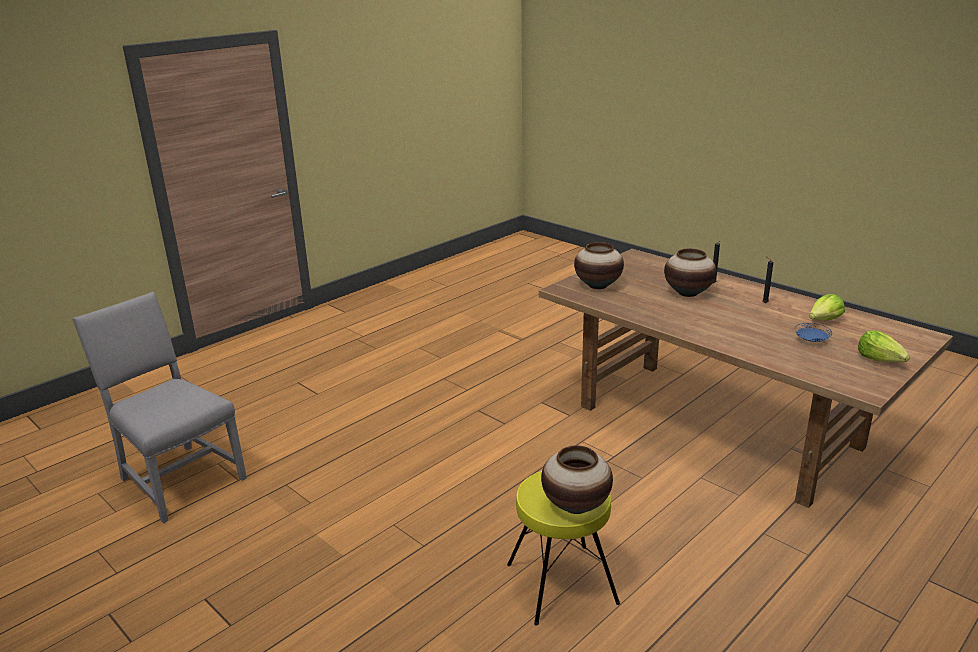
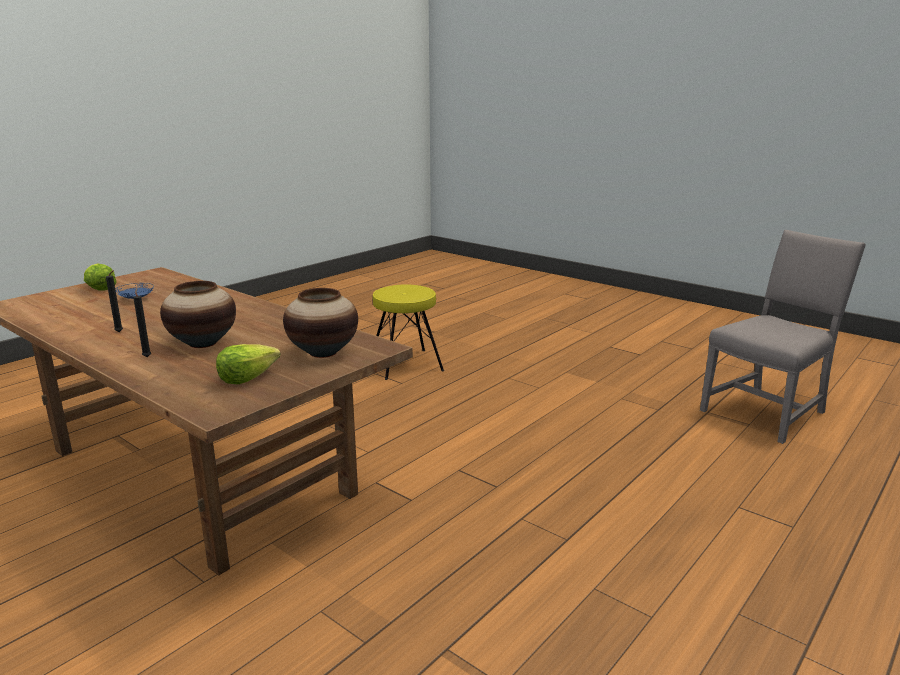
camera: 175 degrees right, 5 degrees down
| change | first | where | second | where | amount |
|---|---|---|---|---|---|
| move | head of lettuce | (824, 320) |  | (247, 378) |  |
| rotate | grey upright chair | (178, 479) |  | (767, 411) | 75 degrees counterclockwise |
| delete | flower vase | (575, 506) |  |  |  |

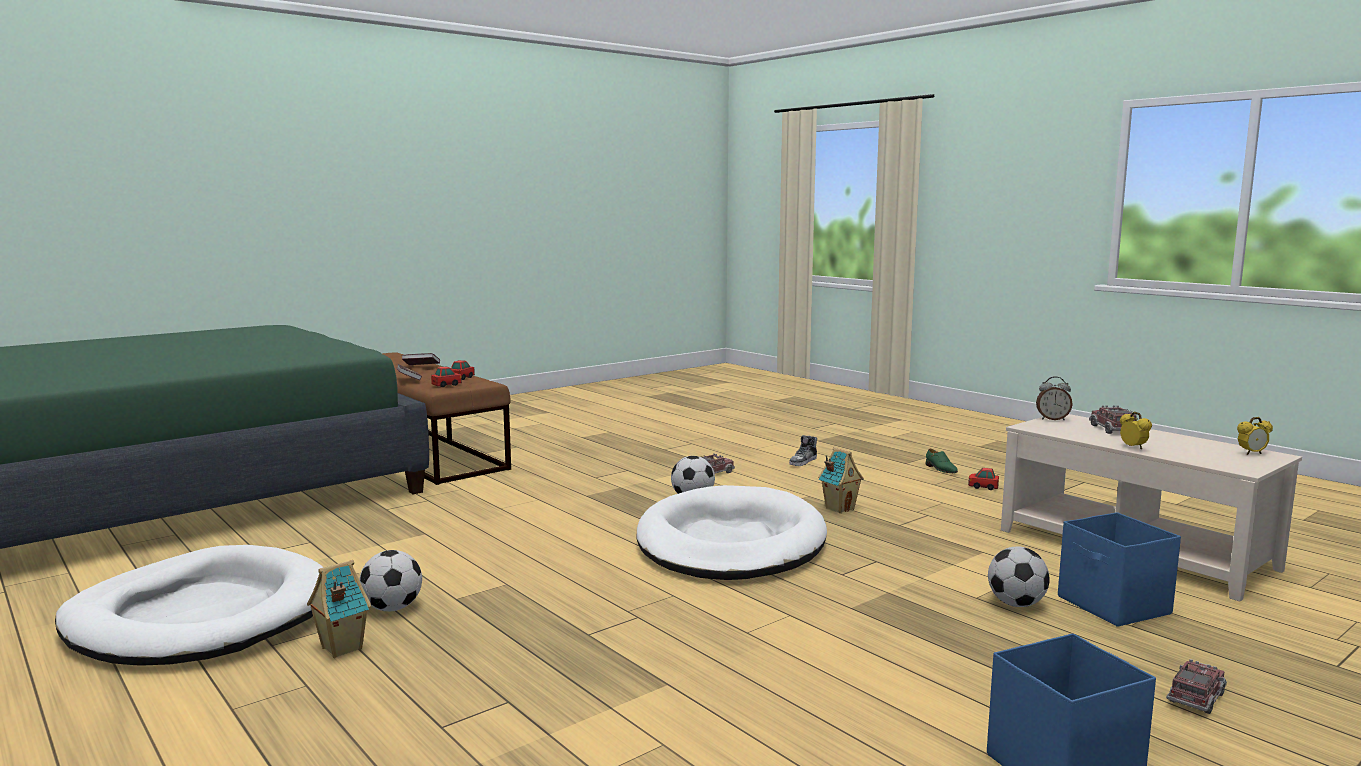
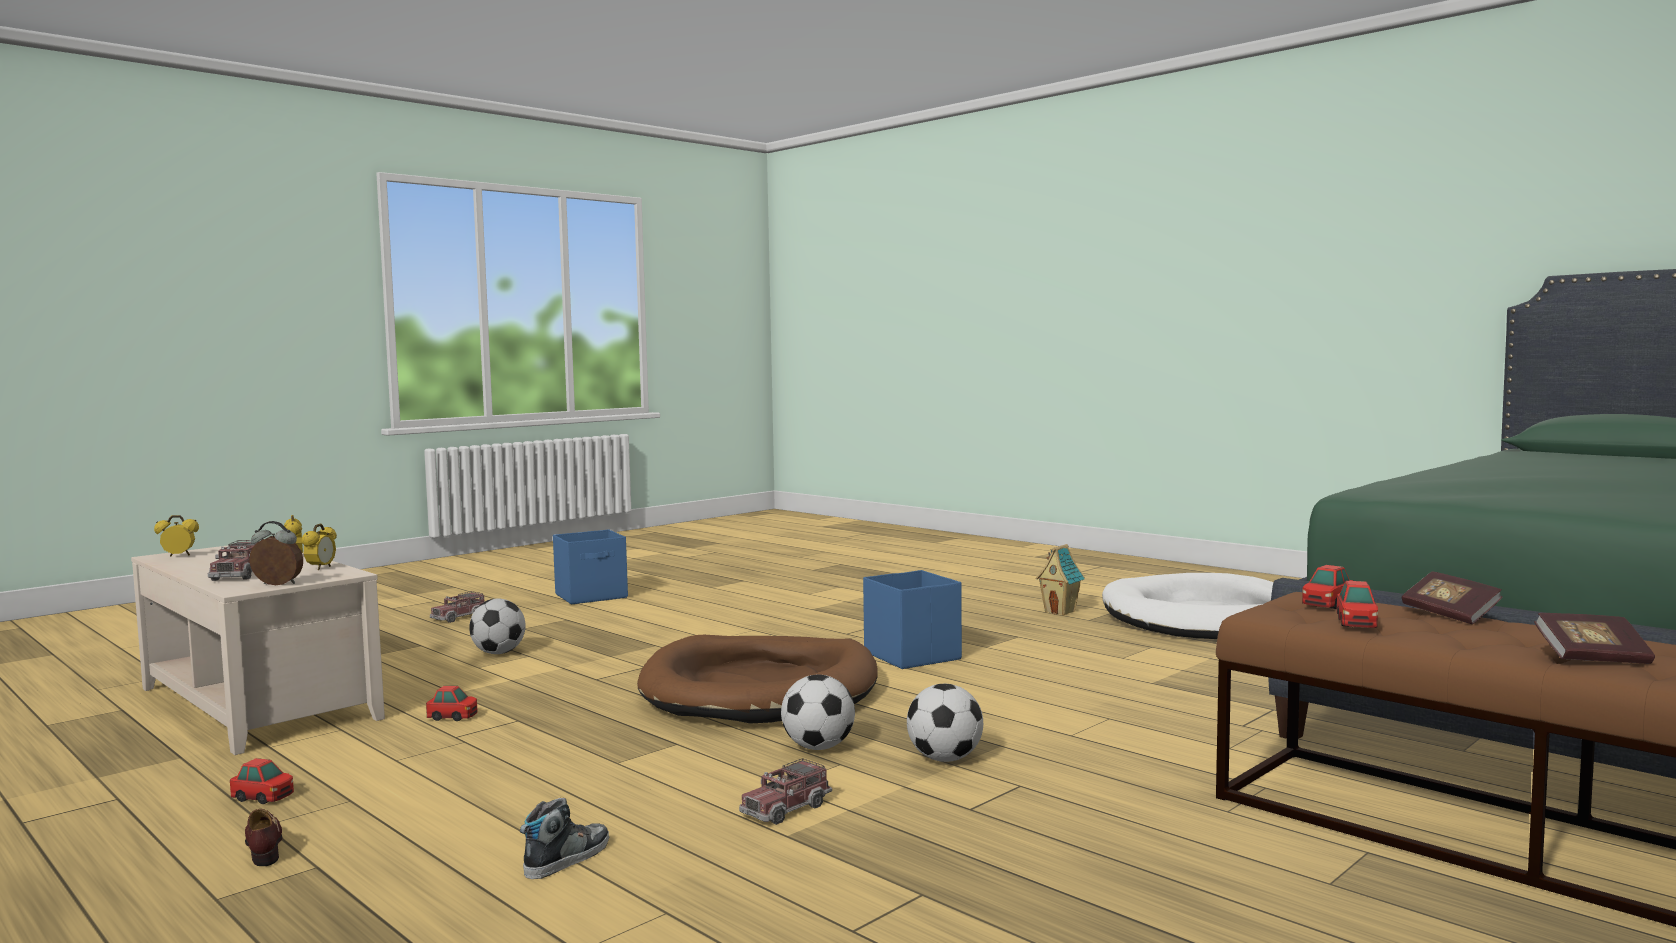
camera: 175 degrees right, 5 degrees down
| change | first | where | second | where | amount |
|---|---|---|---|---|---|
| recolor | green-coloured item of footwear | (940, 469) | brown-coloured item of footwear | (264, 847) |  |
| insert |  |  | table clock | (321, 568) |  |
| insert |  |  | model car | (453, 717) |  |
| recolor | white dog cushion | (731, 543) | brown-coloured dog cushion | (760, 689) |  |
| move | bluish storage box | (1114, 606) |  | (912, 655) |  |
| move | football ball | (392, 608) |  | (945, 759) |  |
| delete | model house | (839, 508) |  |  |  |

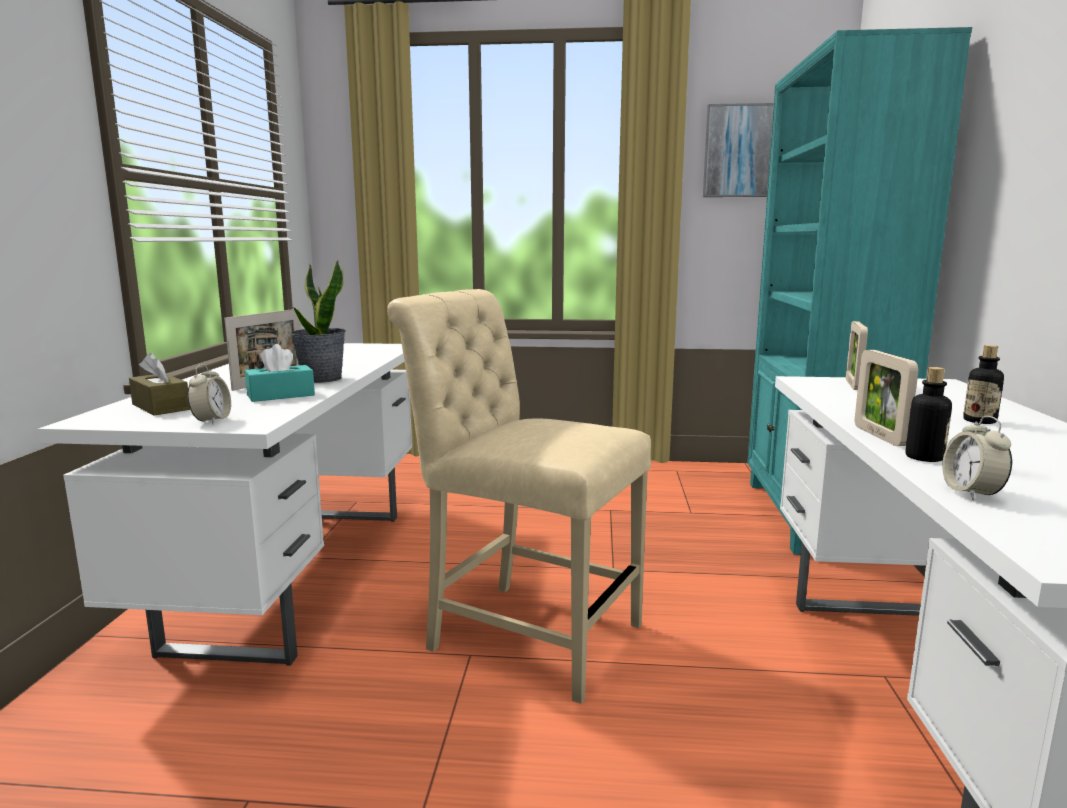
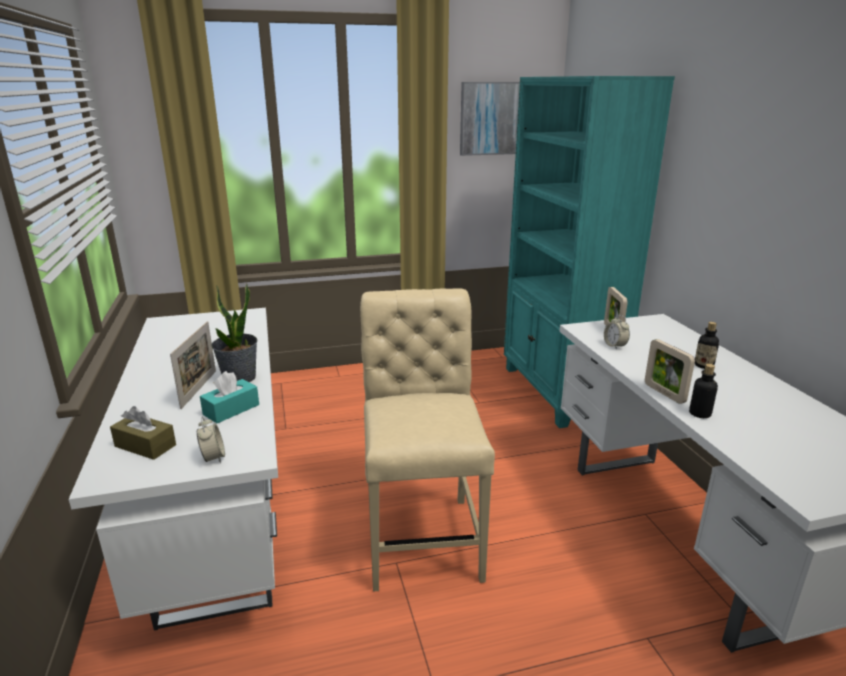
camera: 20 degrees left, 10 degrees up
| change | first | where | second | where | amount |
|---|---|---|---|---|---|
| rotate | beige-coloured upright chair | (525, 632) |  | (423, 534) | 75 degrees clockwise |
| move | table clock | (971, 493) |  | (614, 346) |  |

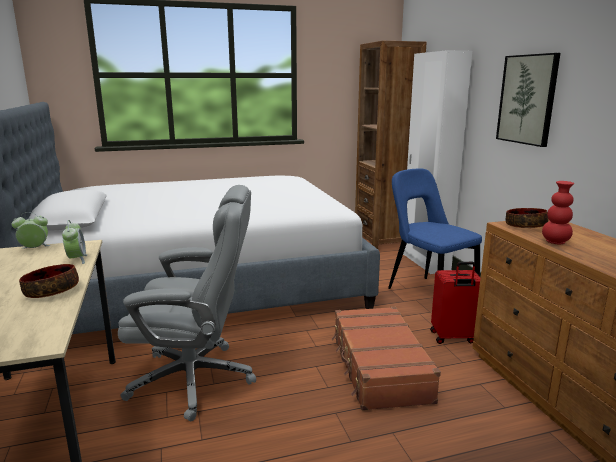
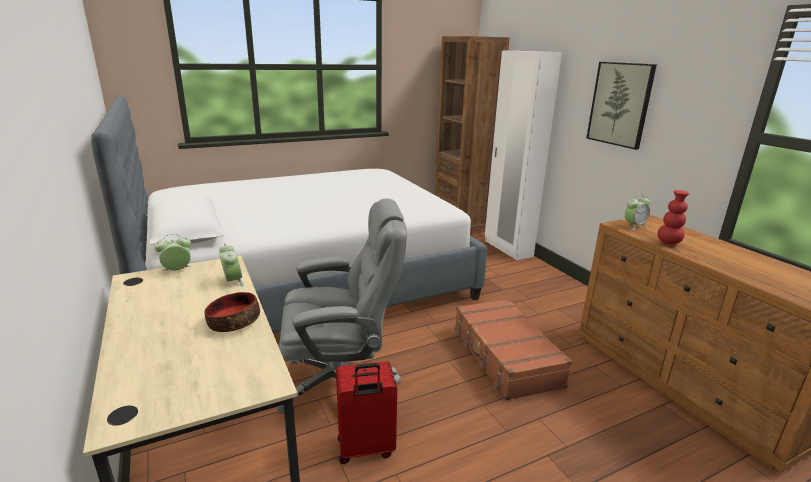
camera: 10 degrees left, 5 degrees up
| change | first | where | second | where | amount |
|---|---|---|---|---|---|
| move | reddish piece of luggage | (453, 337) |  | (365, 449) |  |
| replace | bowl | (525, 226) | table clock | (634, 226) |  |
| delete | bluish upright chair | (428, 293) |  |  |  |

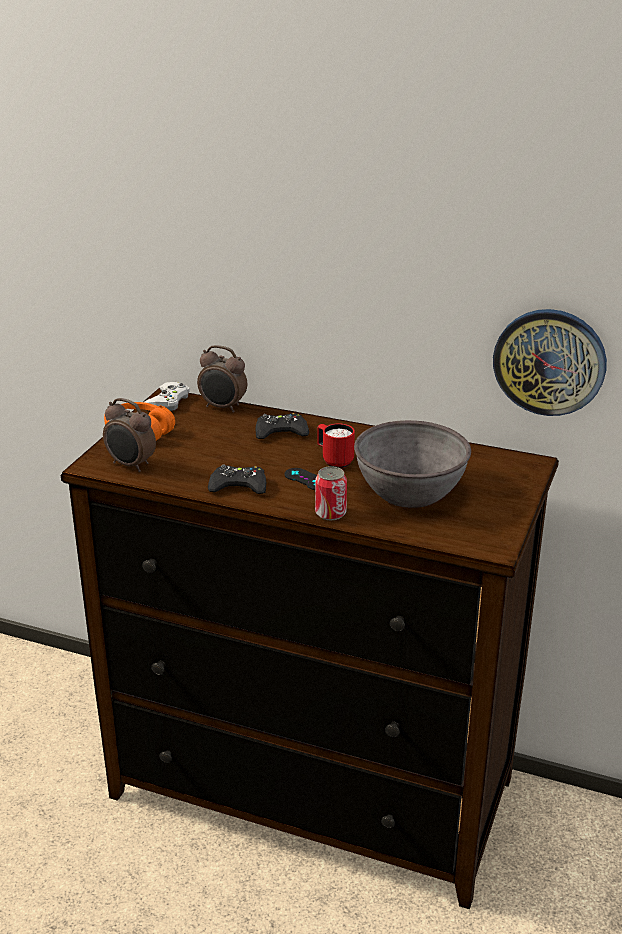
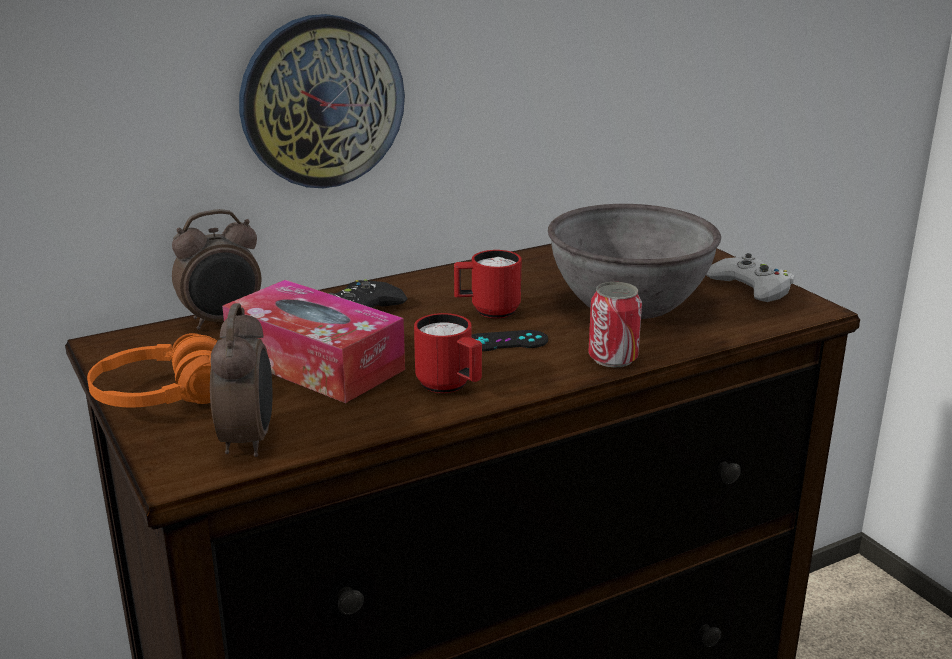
camera: 50 degrees left, 5 degrees down
| change | first | where | second | where | amount |
|---|---|---|---|---|---|
| rotate | table clock | (131, 465) |  | (249, 440) | 75 degrees counterclockwise |
| insert |  |  | tissue box | (315, 363) |  |
| move | hanging clock | (549, 361) |  | (322, 102) |  |
| replace | black gamepad | (238, 486) | reddish mug | (450, 386) |  |
| move | white gamepad | (167, 402) |  | (751, 287) |  |

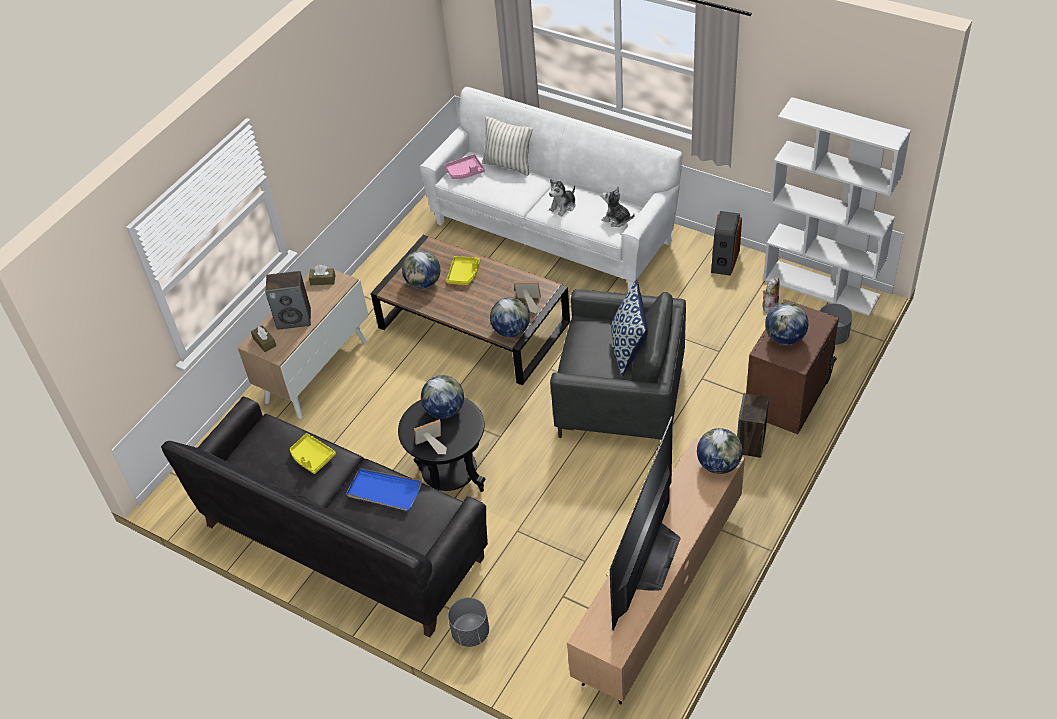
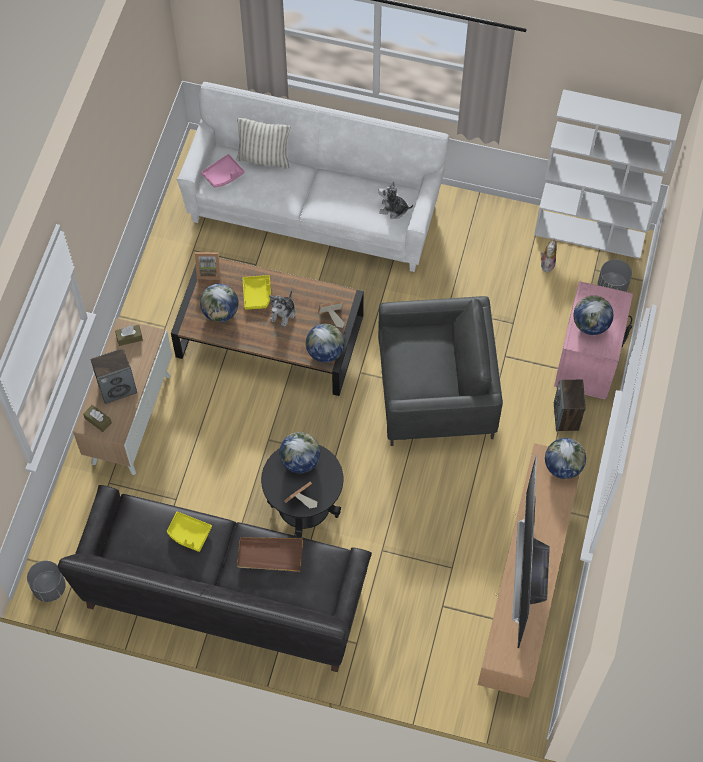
camera: 20 degrees left, 15 degrees up
| change | first | where | second | where | amount |
|---|---|---|---|---|---|
| move | grey planter | (470, 633) |  | (49, 587) |  |
| insert |  |  | standing frame | (208, 271) |  |
| recolor | bluish tray | (384, 491) | brown-coloured tray | (270, 555) |  |
| move | soft toy | (563, 206) |  | (283, 313) |  |
| recolor | brown-coloured night table | (788, 398) | pink-coloured night table | (588, 362) |  |
| delete | cushion | (629, 350) |  |  |  |
| delete | loudspeaker | (724, 260) |  |  |  |

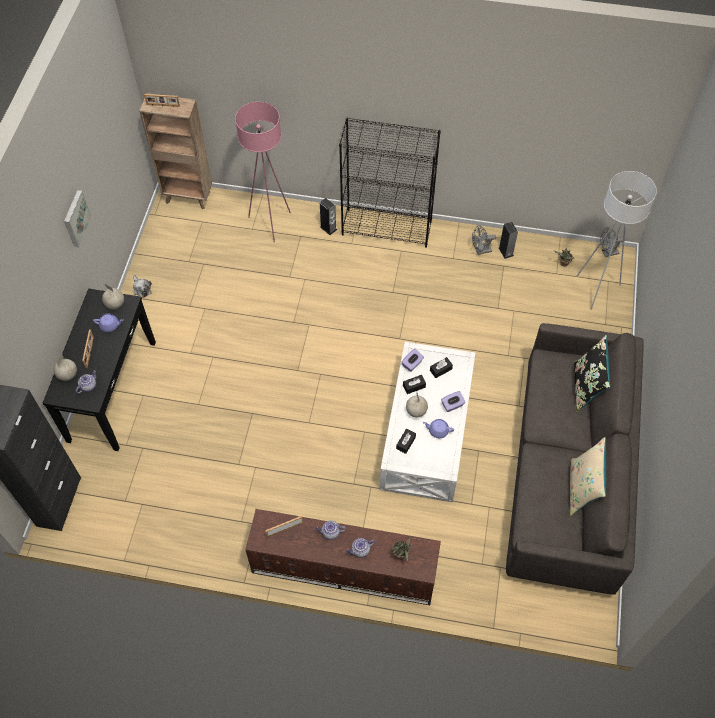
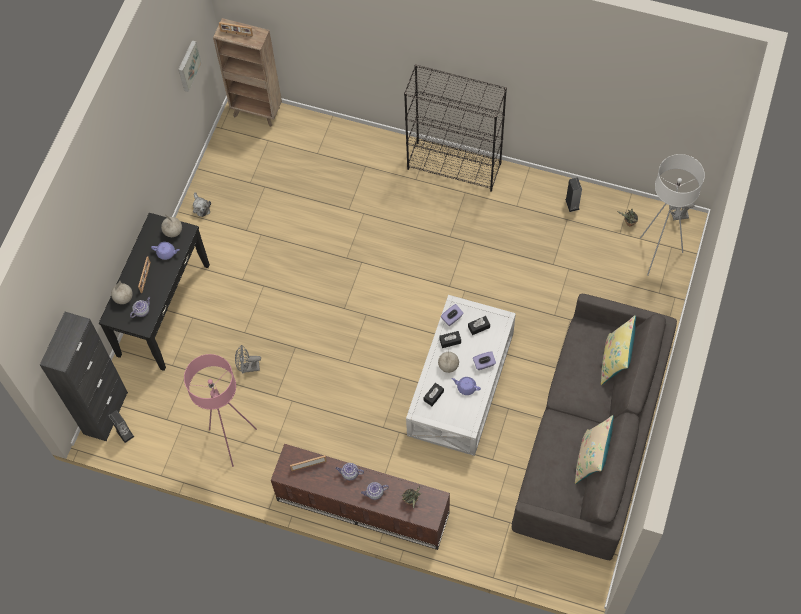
camera: 10 degrees right, 5 degrees up
| change | first | where | second | where | amount |
|---|---|---|---|---|---|
| move | loudspeaker | (328, 228) |  | (125, 433) |  |
| move | picture | (75, 218) |  | (188, 65) |  |
| move | pink-coloured floor lamp | (270, 223) |  | (232, 441) |  |
| move | grey fan | (480, 251) |  | (248, 368) |  |
| recolor | black cushion | (586, 387) | yellow-coloured cushion | (615, 361) |  |

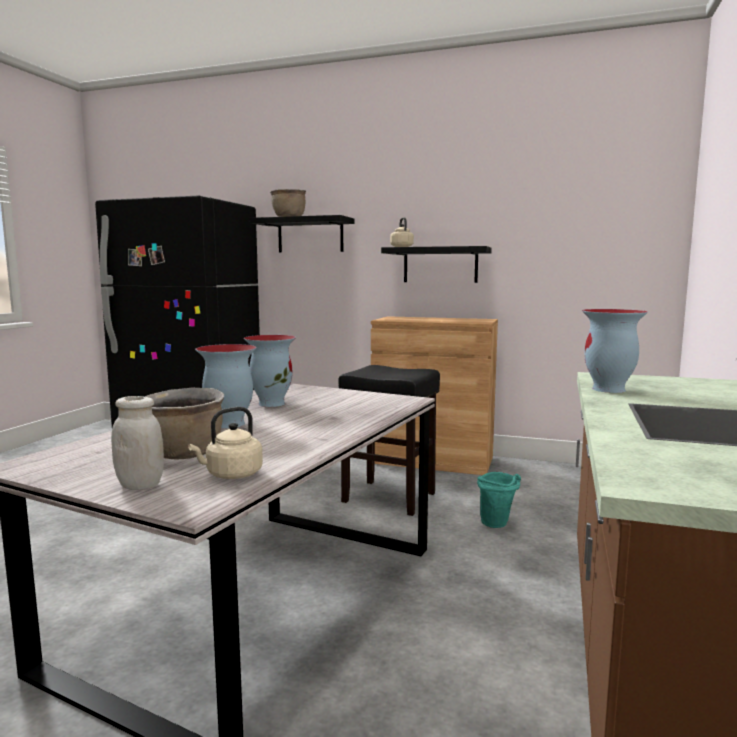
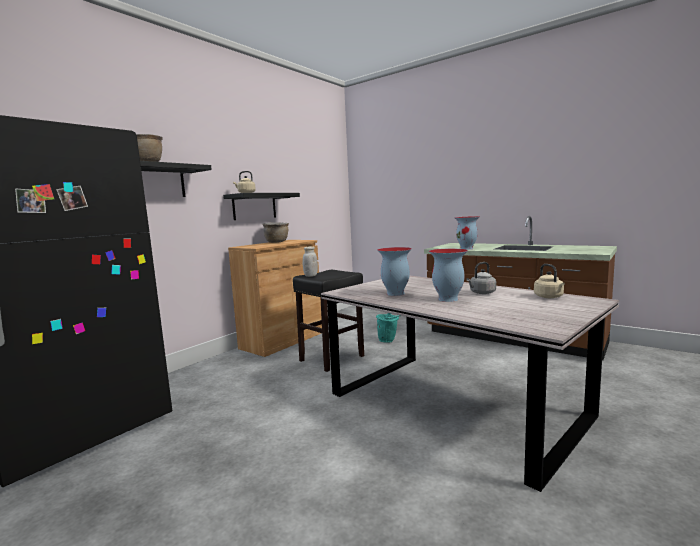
camera: 70 degrees left, 0 degrees up
| change | first | where | second | where | amount |
|---|---|---|---|---|---|
| move | brown-coloured stockpot | (185, 455) |  | (277, 242) |  |
| move | white storage jar | (140, 485) |  | (310, 276) |  |
| insert |  |  | grey tea kettle | (481, 293) |  |

